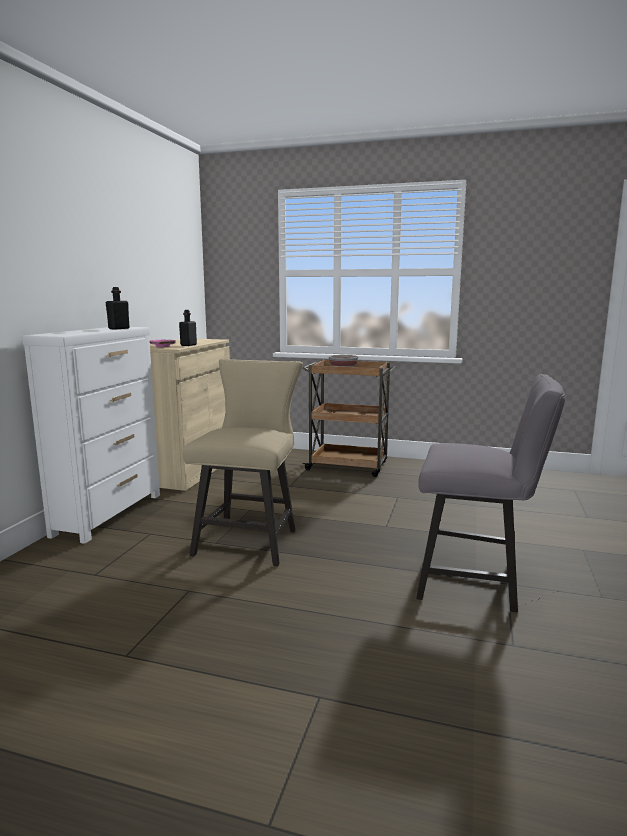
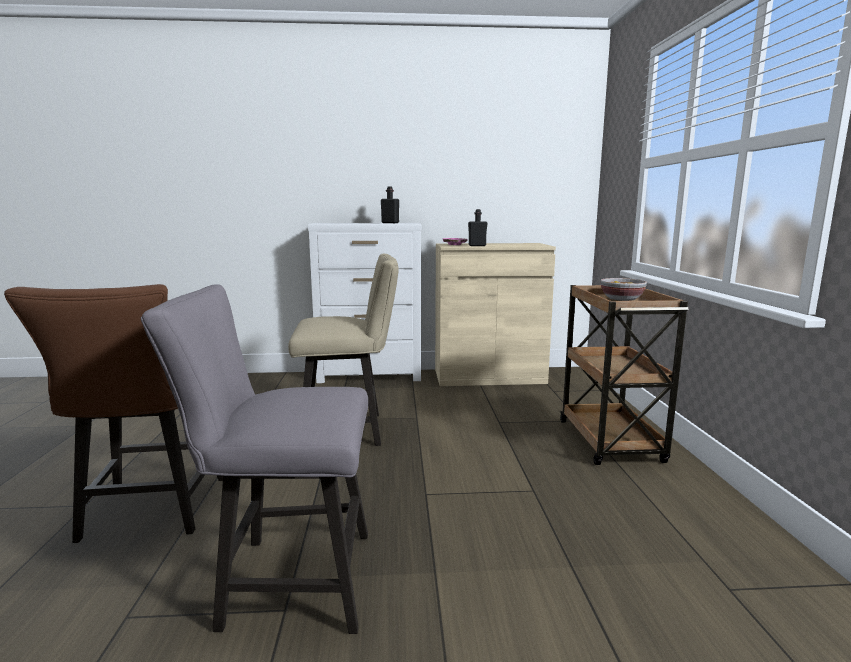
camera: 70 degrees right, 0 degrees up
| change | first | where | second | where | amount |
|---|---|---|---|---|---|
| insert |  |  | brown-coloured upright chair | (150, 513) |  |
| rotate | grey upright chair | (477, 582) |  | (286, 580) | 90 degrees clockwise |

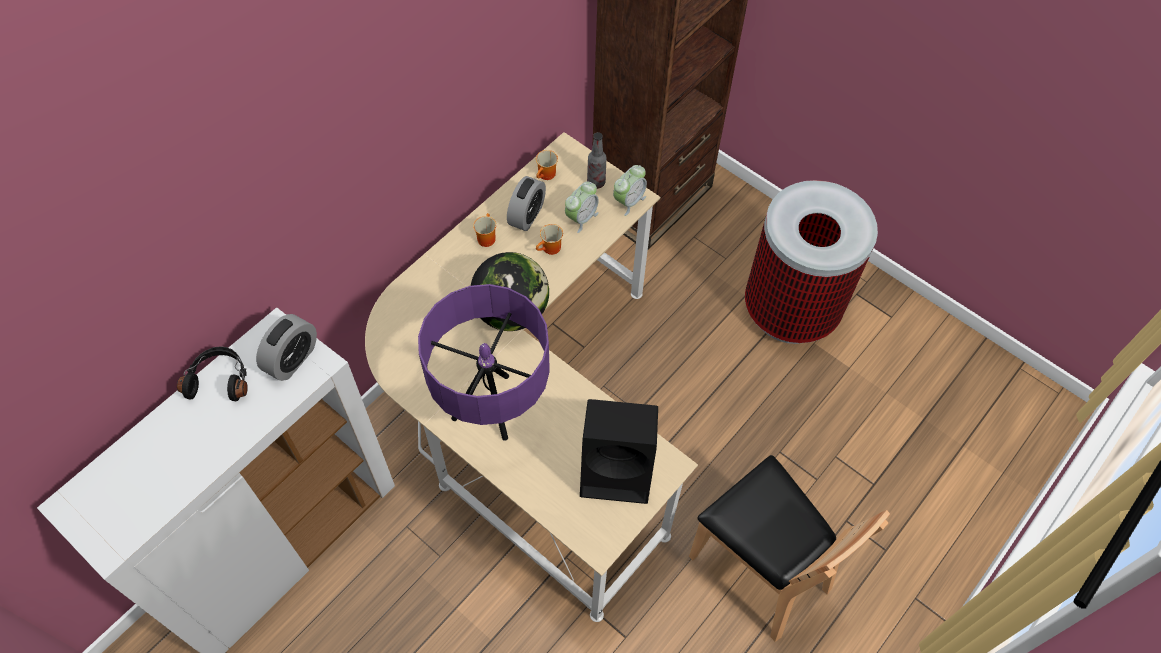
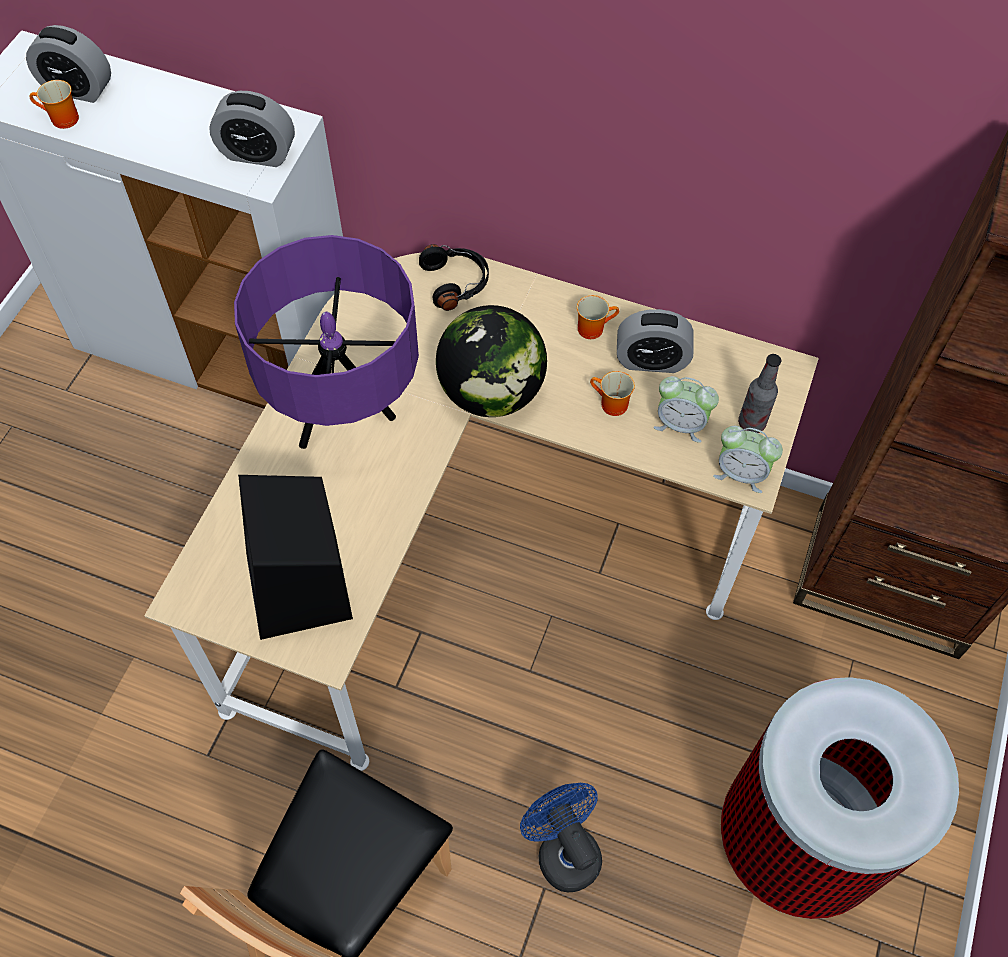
camera: 70 degrees right, 0 degrees up
| change | first | where | second | where | amount |
|---|---|---|---|---|---|
| insert |  |  | table clock | (77, 89) |  |
| move | mug | (547, 175) |  | (61, 120) |  |
| move | black headphones | (219, 379) |  | (456, 283) |  |
| insert |  |  | bluish fan | (563, 850) |  |

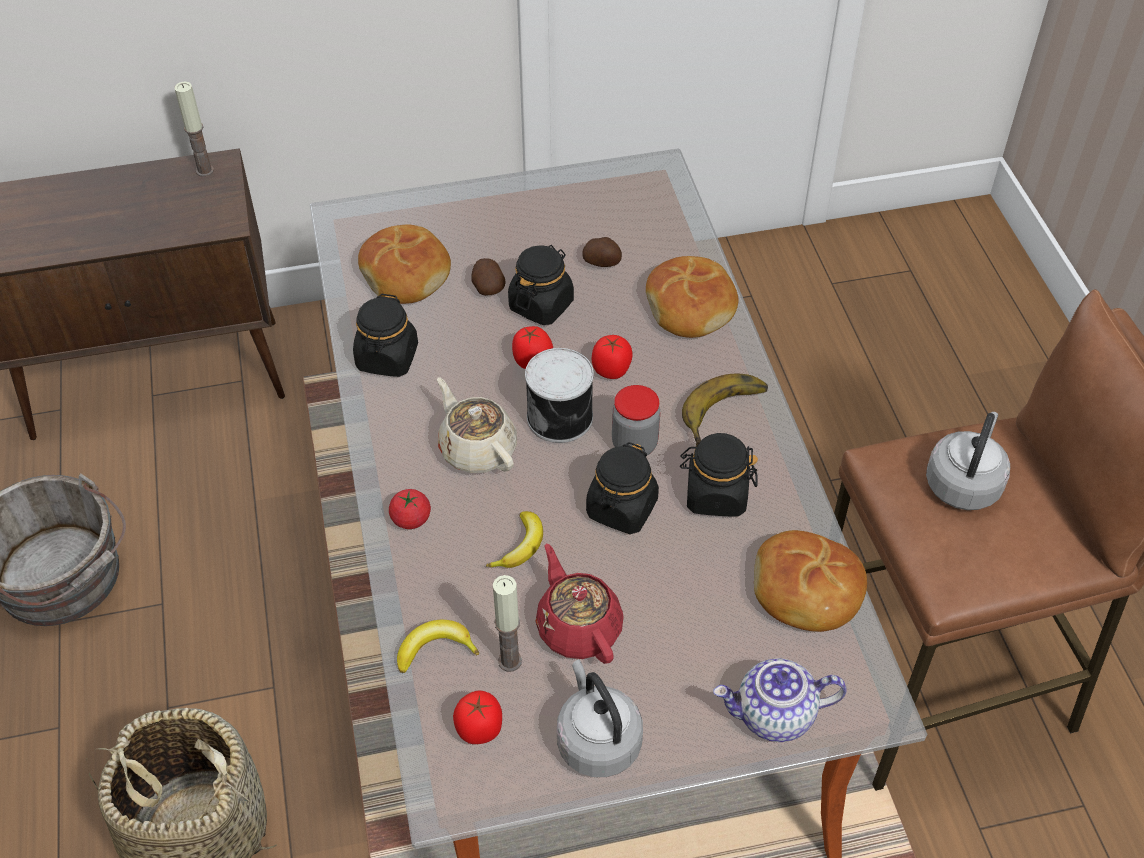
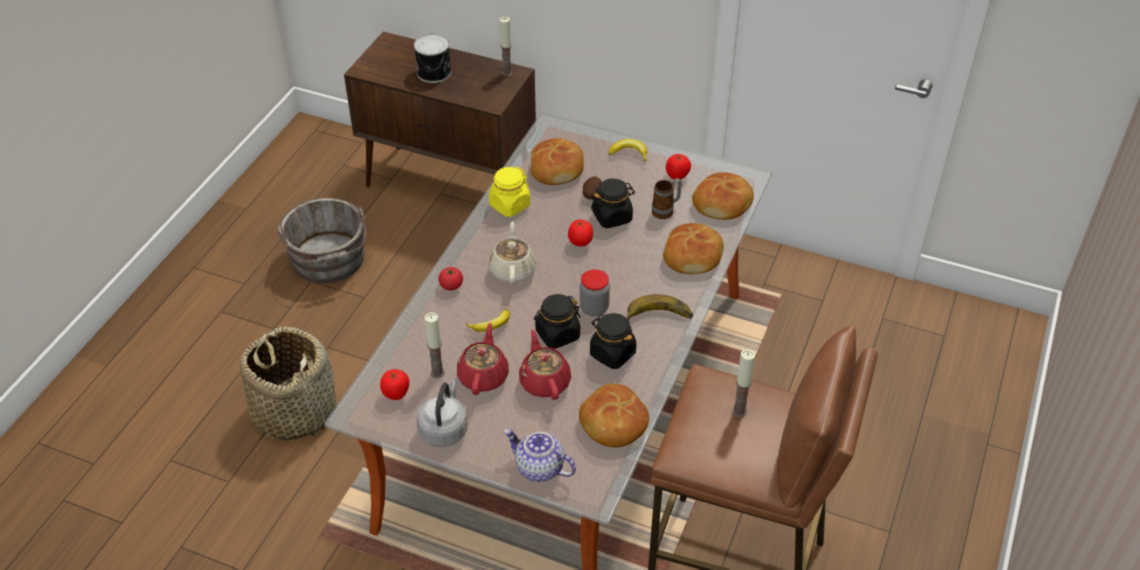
camera: 35 degrees right, 5 degrees down
| change | first | where | second | where | amount |
|---|---|---|---|---|---|
| move | sealed can | (561, 416) |  | (435, 73) |  |
| recolor | black storage jar | (387, 358) | yellow-coloured storage jar | (509, 205) |  |
| insert |  |  | reddish pot for tea | (544, 381) |  |
| move | banana | (435, 649) |  | (629, 153) |  |
| replace | potato | (602, 262) | mug | (666, 211) |  |
| move | tomato | (612, 370) |  | (677, 176) |  |
| insert |  |  | bakery bread | (723, 204) |  |
| replace | grey tea kettle | (964, 483) | candle | (739, 411) |  |

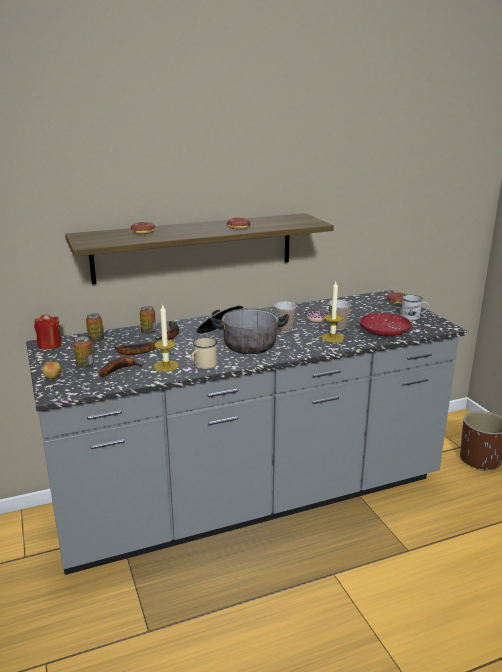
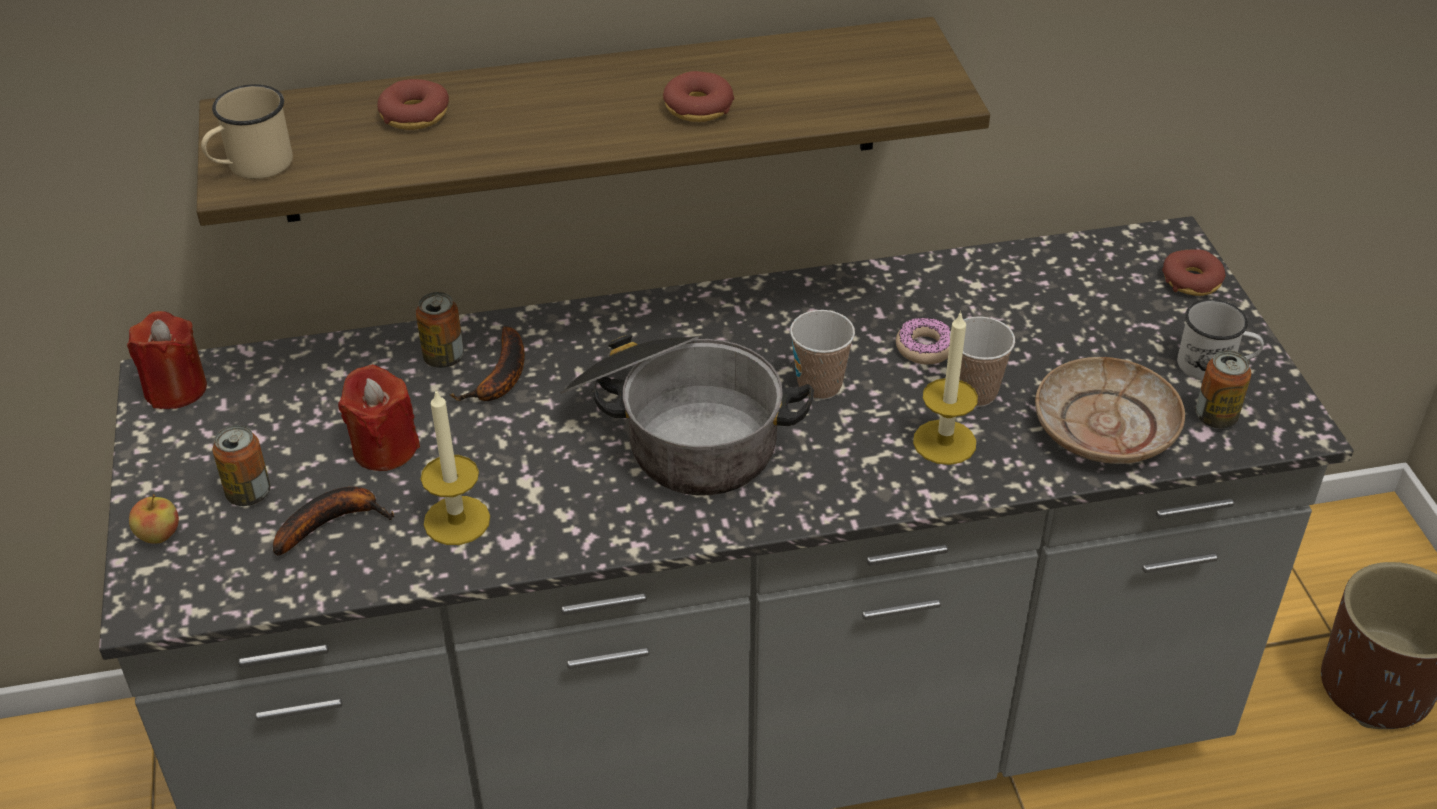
camera: 10 degrees right, 20 degrees up
| change | first | where | second | where | amount |
|---|---|---|---|---|---|
| move | beige-coloured mug | (203, 366) |  | (251, 166) |  |
| replace | banana | (133, 352) | reddish candle | (384, 448) |  |
| recolor | reddish plate | (384, 331) | beige-coloured plate | (1104, 427) |  |
| move | sealed can | (96, 340) |  | (1216, 417) |  |

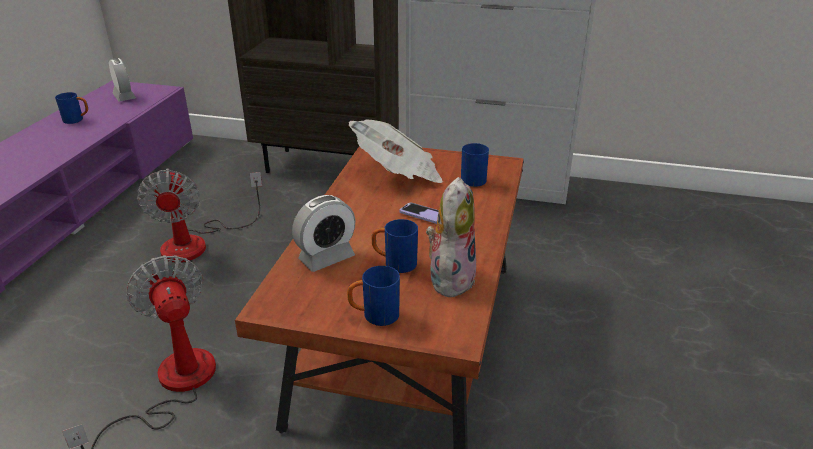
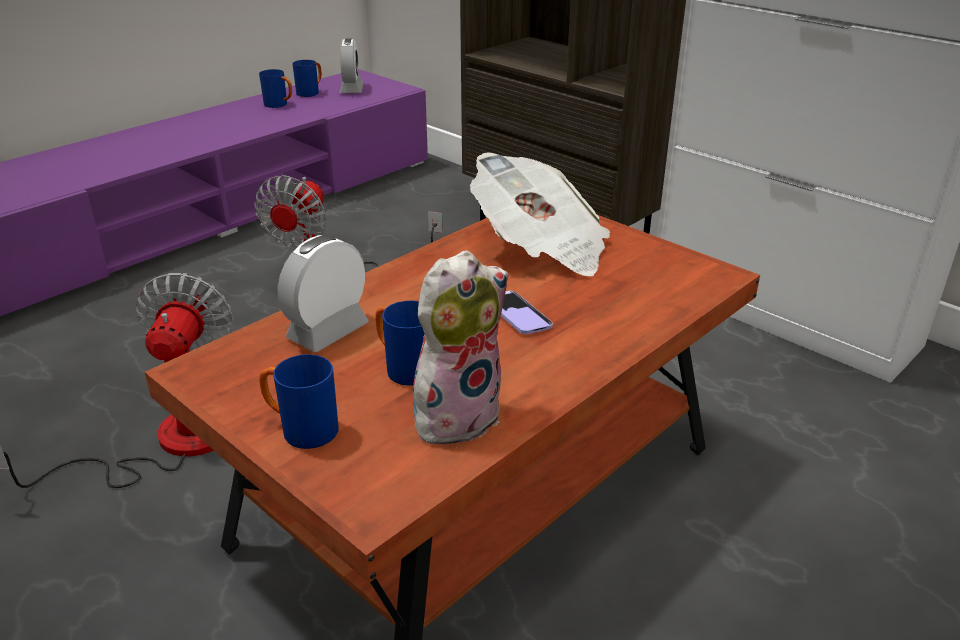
camera: 30 degrees right, 0 degrees up
| change | first | where | second | where | amount |
|---|---|---|---|---|---|
| rotate | table clock | (326, 258) |  | (328, 331) | 135 degrees clockwise |
| move | bluish mug | (473, 178) |  | (311, 92) |  |

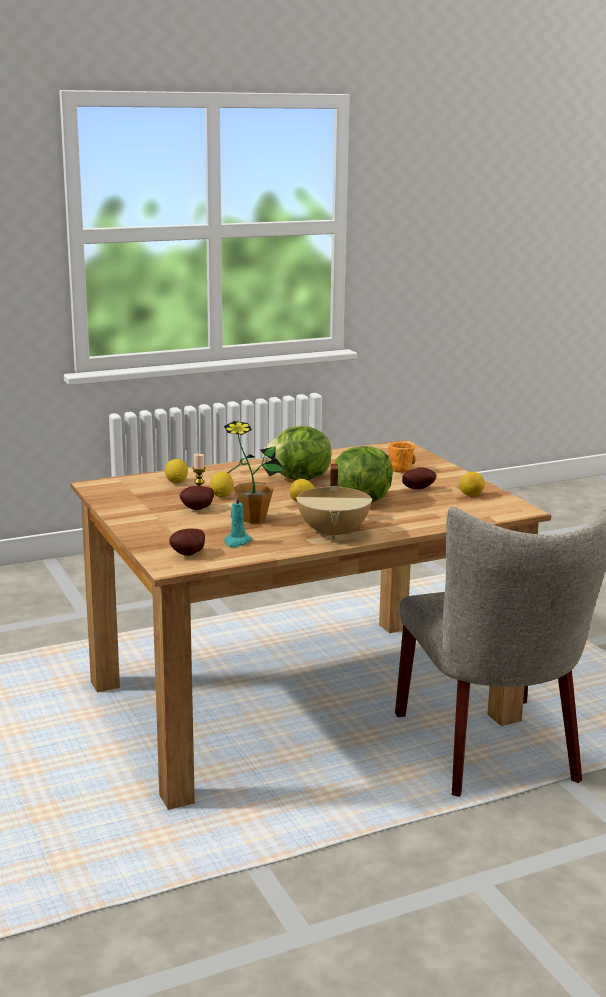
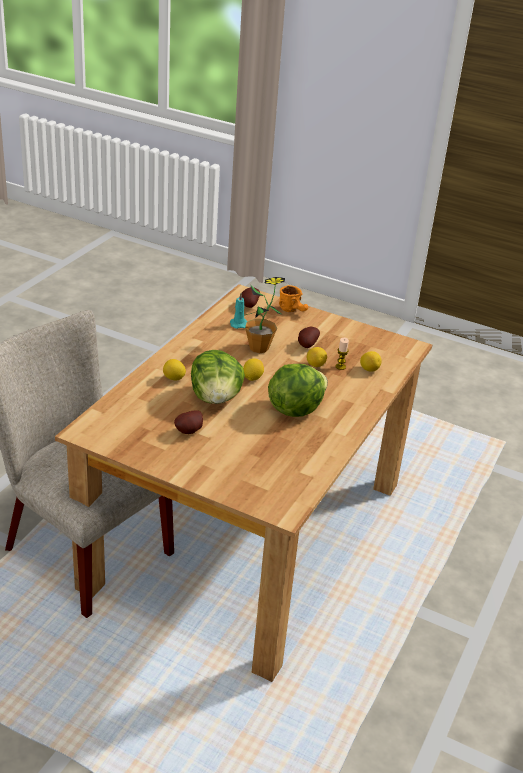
camera: 140 degrees right, 15 degrees up
| change | first | where | second | where | amount |
|---|---|---|---|---|---|
| move | citrus fruit | (471, 495) |  | (174, 378) |  |
| move | orange mug | (397, 467) |  | (294, 310) |  |
| delete | beige-coloured stockpot | (334, 533) |  |  |  |

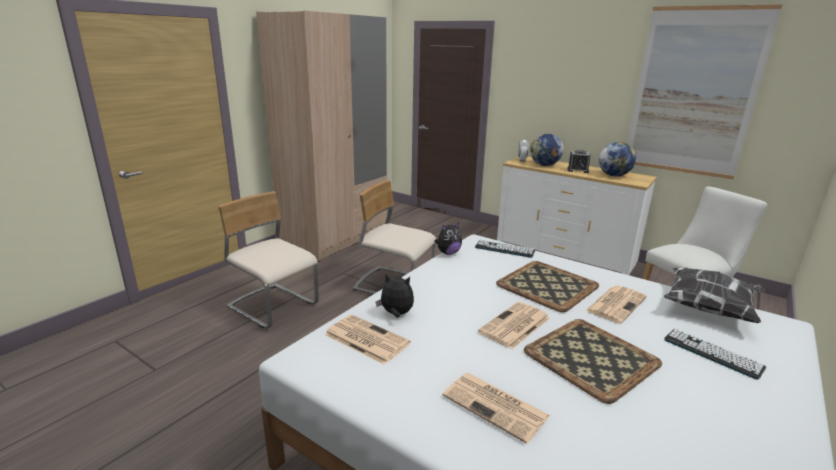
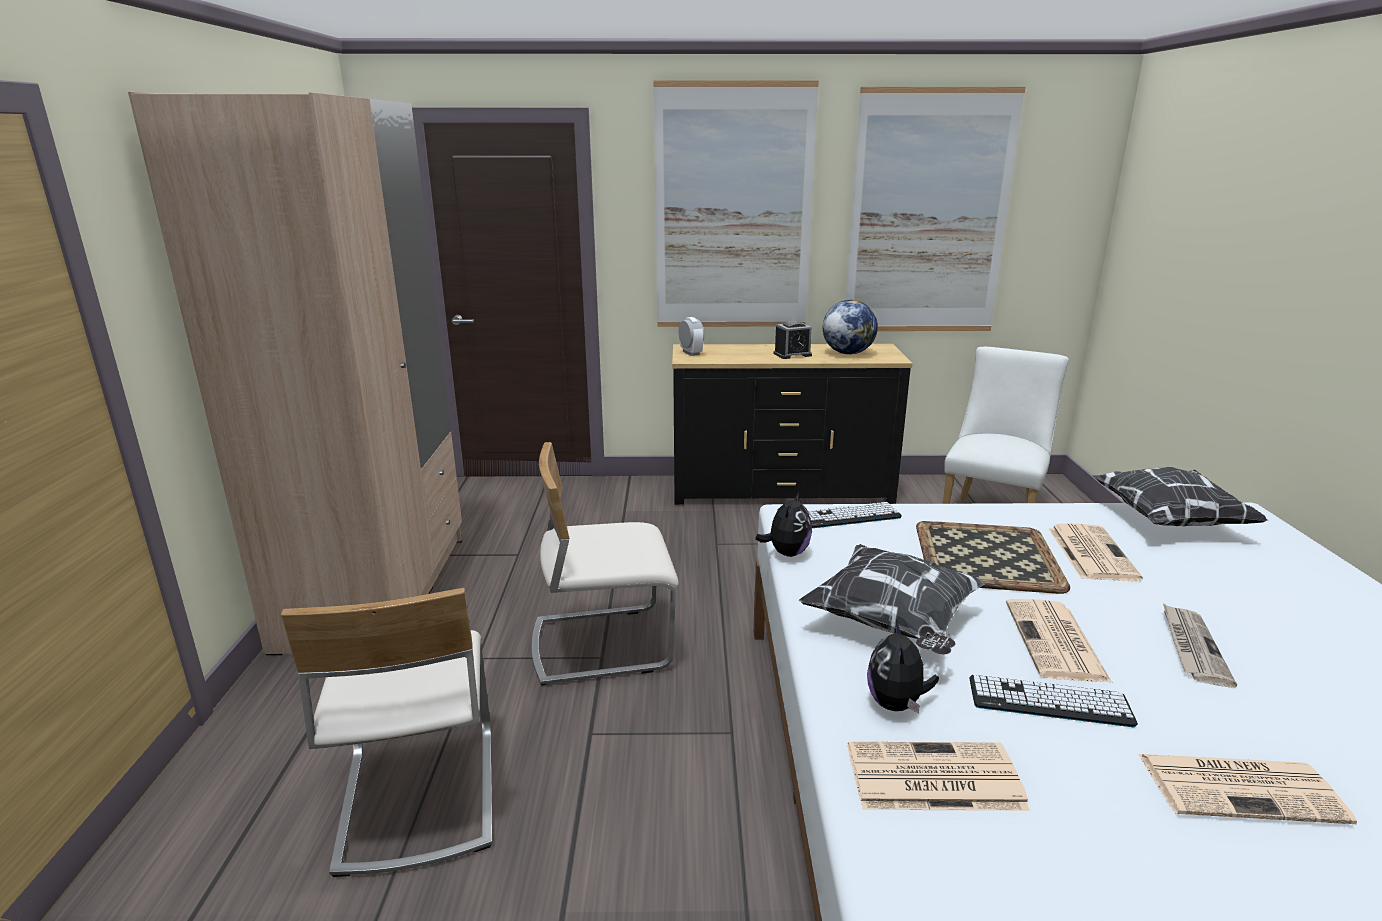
camera: 35 degrees left, 0 degrees up
| change | first | where | second | where | amount |
|---|---|---|---|---|---|
| rotate | beige-coloured upright chair | (274, 306) |  | (417, 797) | 105 degrees counterclockwise |
| insert |  |  | picture | (733, 210) |  |
| recolor | white drawer chest | (564, 252) | black drawer chest | (781, 490) |  |
| insert |  |  | cushion | (893, 624) |  |
| rotate | soft toy | (396, 314) |  | (896, 704) | 60 degrees counterclockwise |
| move | keyboard | (712, 353) |  | (1049, 702) |  |
| replace | tray | (591, 357) | newspaper | (1192, 647) |  |
| delete | desk globe | (544, 165) |  |  |  |

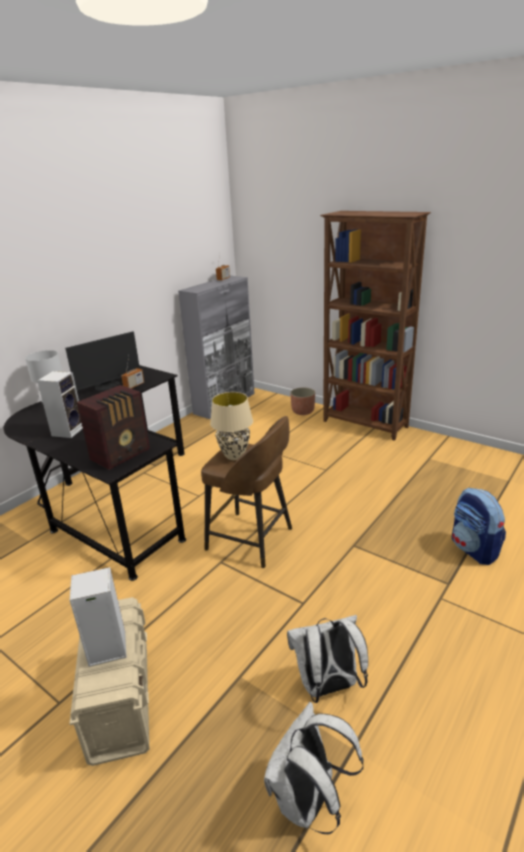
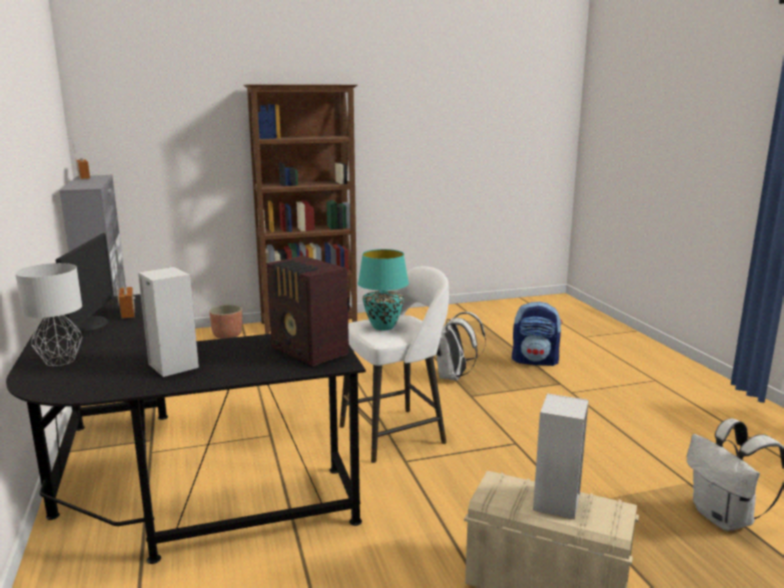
camera: 55 degrees left, 10 degrees down
| change | first | where | second | where | amount |
|---|---|---|---|---|---|
| rotate | radio receiver | (122, 454) |  | (309, 352) | 150 degrees clockwise |
| recolor | brown-coloured sitting stool | (252, 540) | white sitting stool | (395, 434) |  |
| recolor | beige-coloured tabletop lamp | (234, 456) | blue-green tabletop lamp | (384, 327) |  |
| move | white rucksack | (328, 687) |  | (454, 377) |  |

